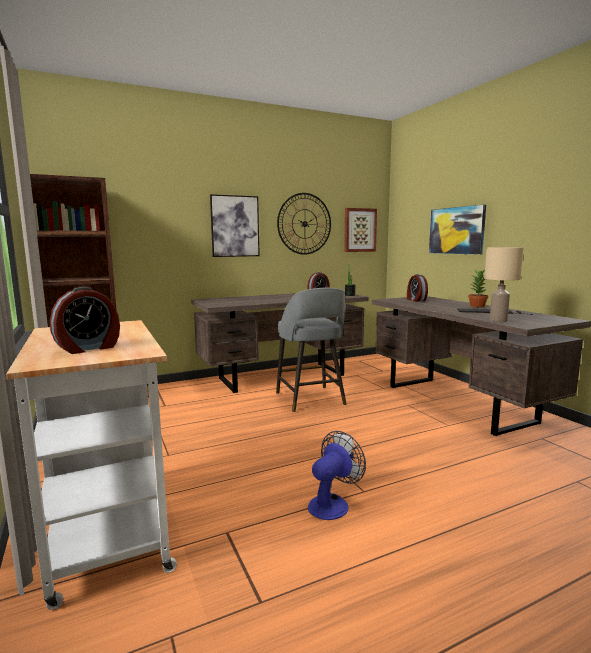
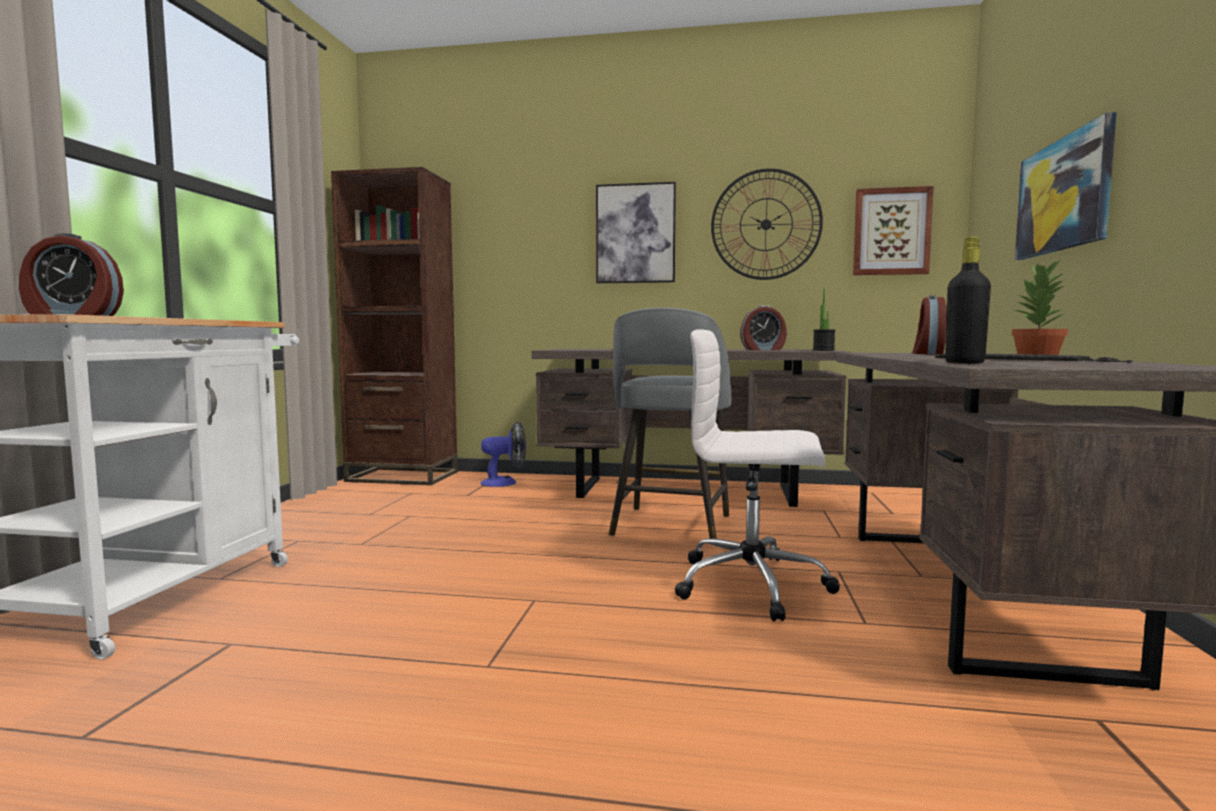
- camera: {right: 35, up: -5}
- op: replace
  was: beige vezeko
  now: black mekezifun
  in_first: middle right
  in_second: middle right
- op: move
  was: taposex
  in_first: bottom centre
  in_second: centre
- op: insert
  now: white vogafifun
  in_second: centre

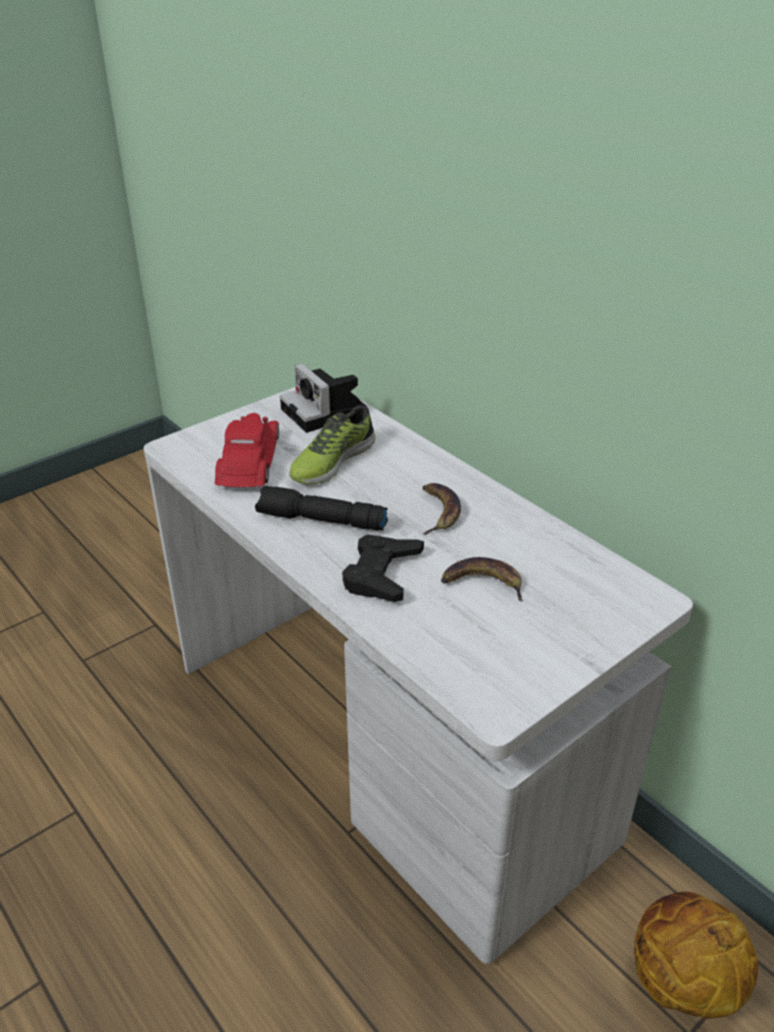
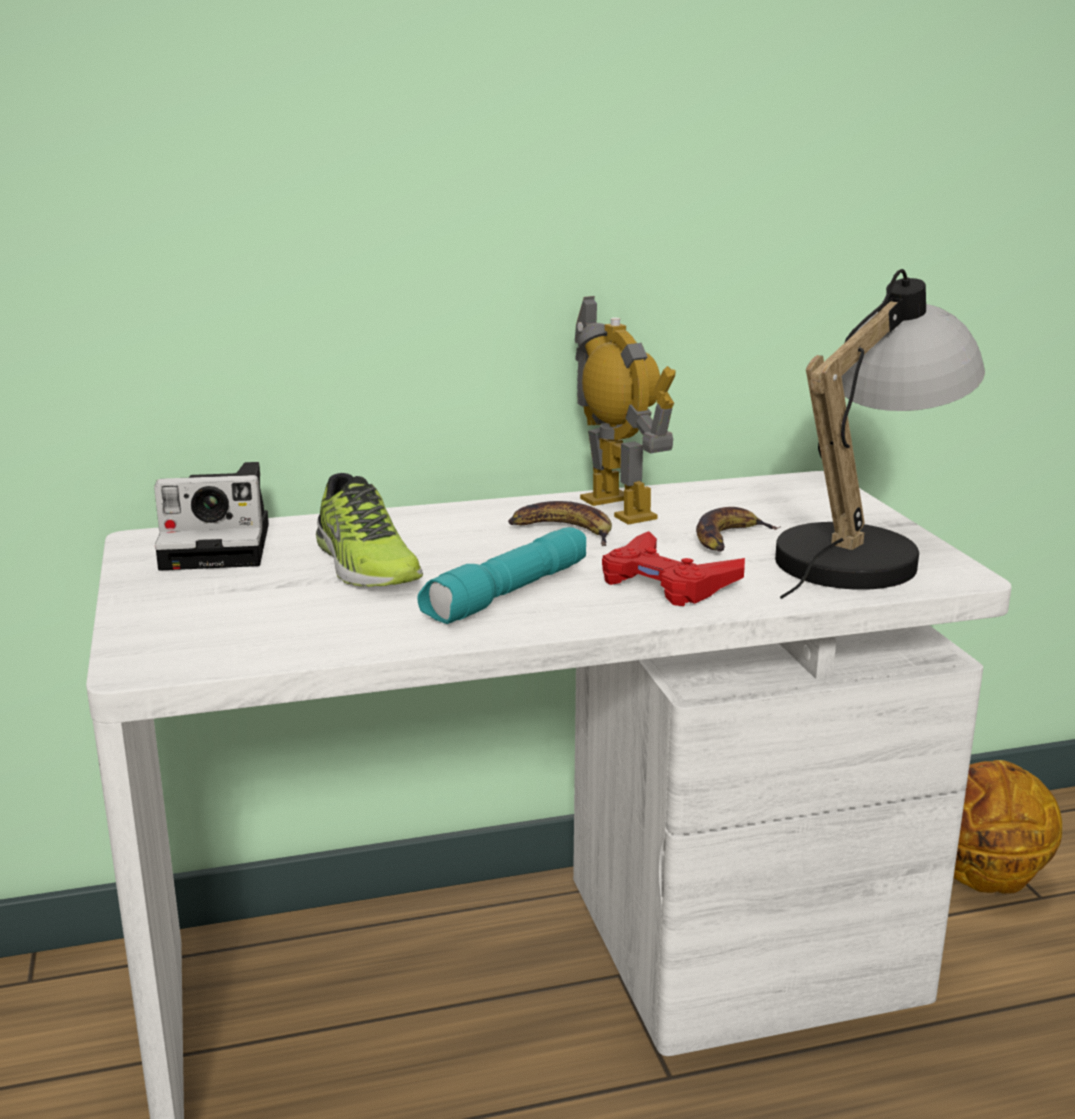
- camera: {right: -65, up: -15}
- op: delete
  was: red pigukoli
  in_first: middle left
- op: recolor
  was: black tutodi
  now: turquoise tutodi
  in_first: centre
  in_second: centre
- op: recolor
  was: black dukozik
  now: red dukozik
  in_first: centre
  in_second: centre
- op: insert
  now: vezeko
  in_second: middle right
- op: insert
  now: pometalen
  in_second: centre

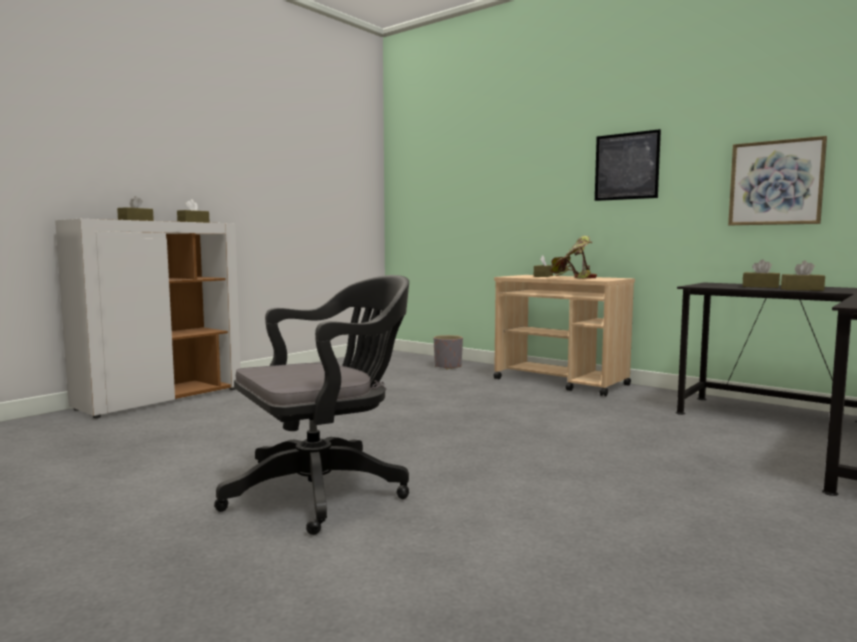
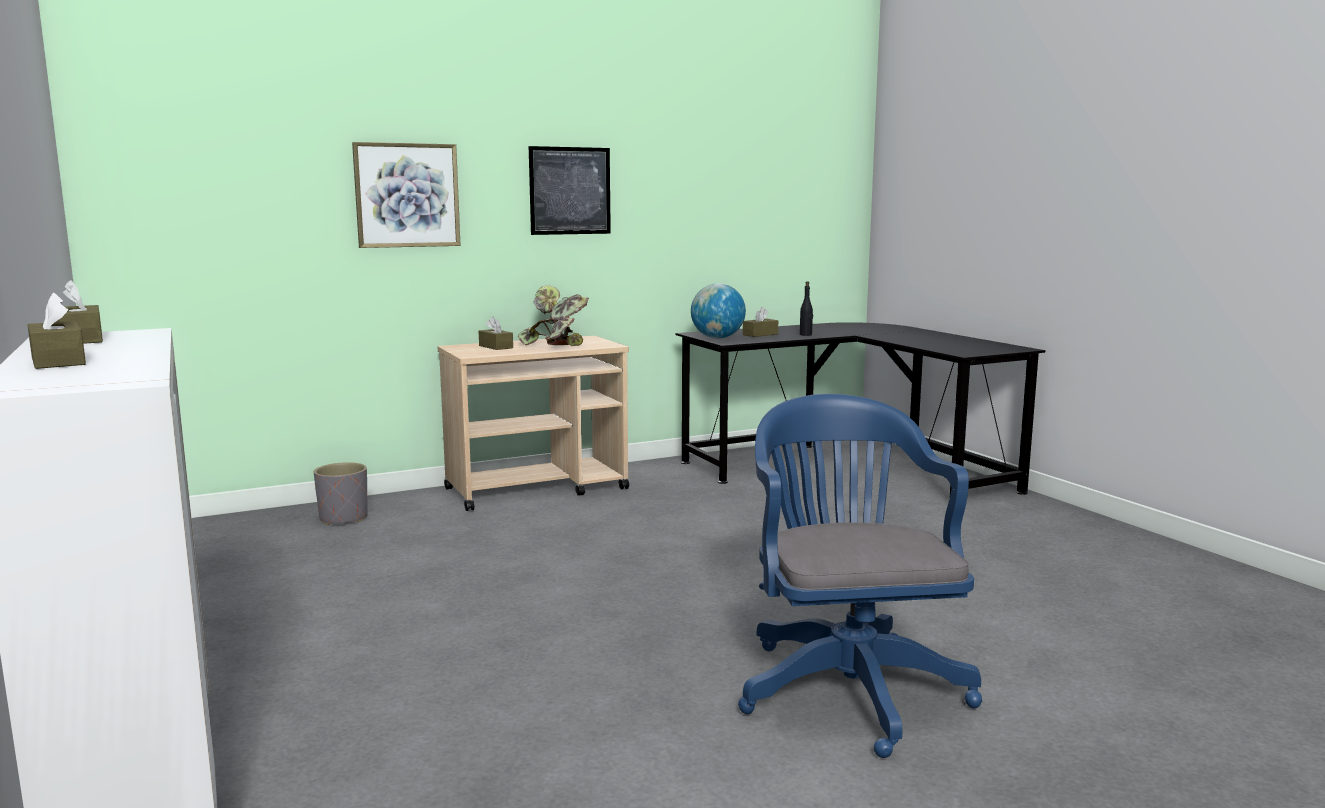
- camera: {right: -65, up: 5}
- op: move
  was: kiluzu (2nd from left in the first image)
  now: kiluzu (1st from left)
  in_first: top right
  in_second: top left
- op: replace
  was: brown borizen (5th from left)
  now: black mekezifun
  in_first: middle right
  in_second: centre
- op: recolor
  was: black vogafifun
  now: blue vogafifun
  in_first: centre
  in_second: bottom centre
- op: insert
  now: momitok
  in_second: centre

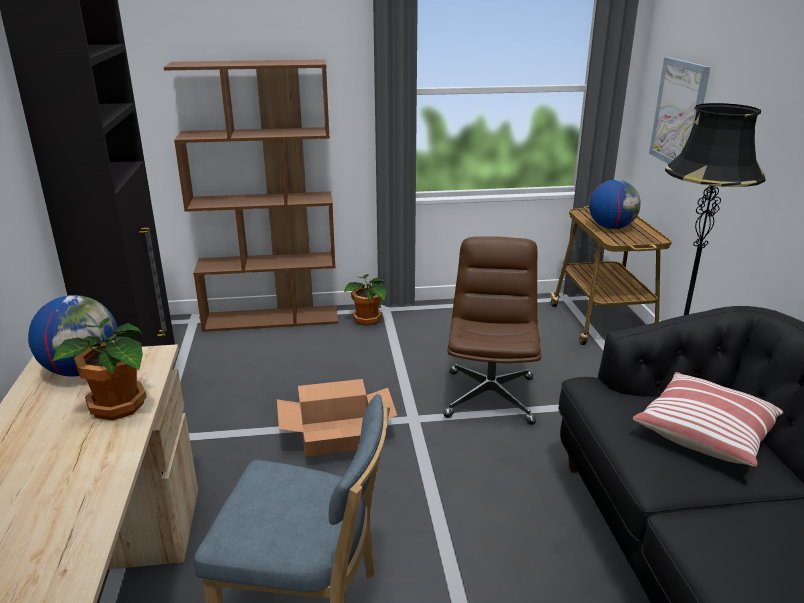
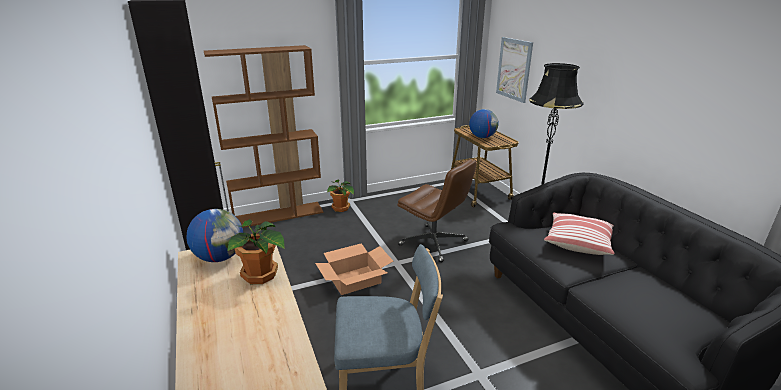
- camera: {right: -15, up: 0}
- op: rotate
  was: brown vogafifun
  in_first: centre
  in_second: centre
  clockwise: 135

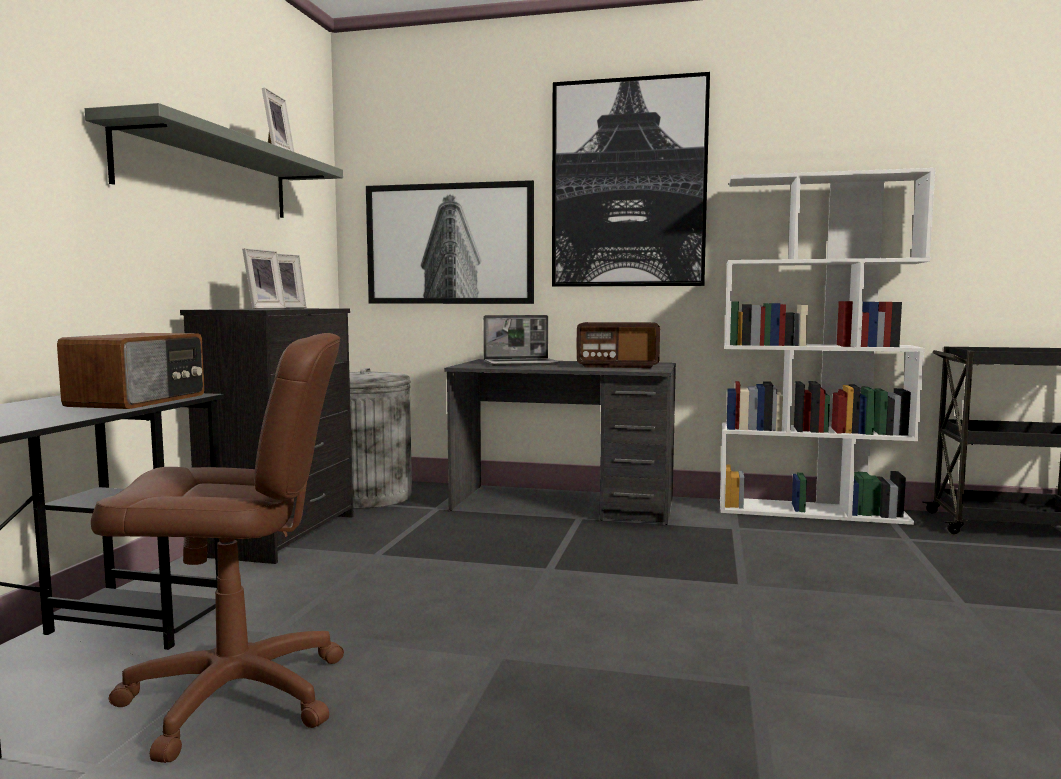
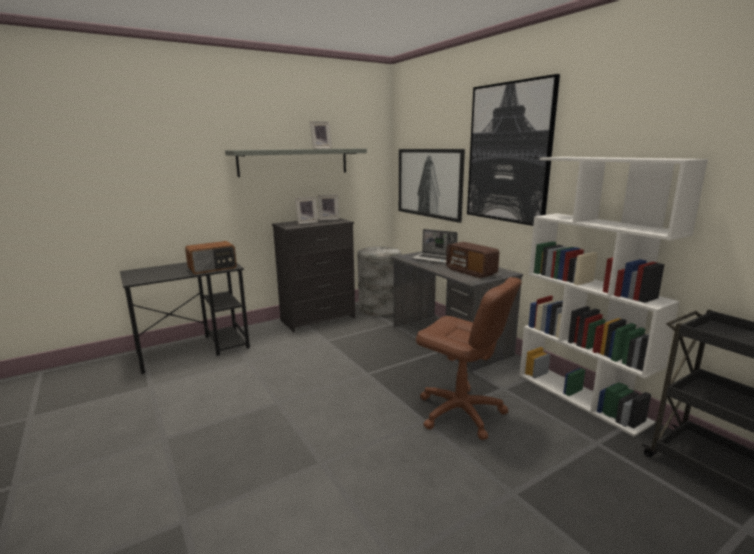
- camera: {right: 45, up: 10}
- op: move
  was: brown vogafifun
  in_first: bottom left
  in_second: centre

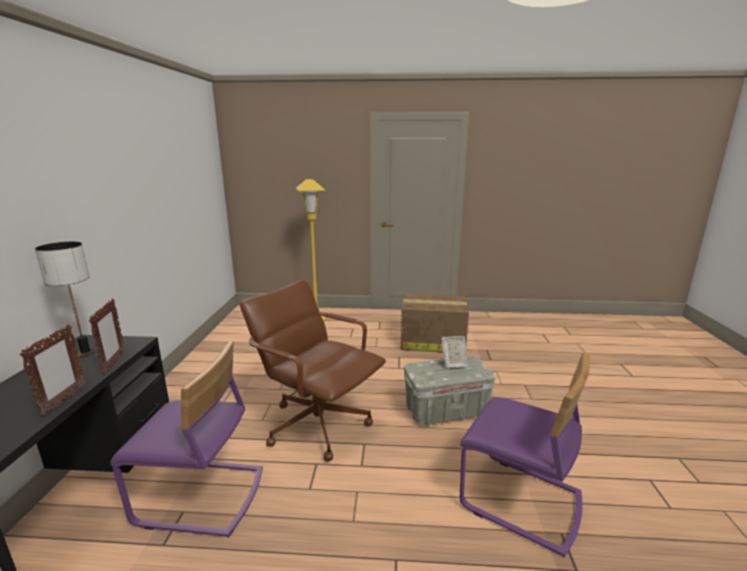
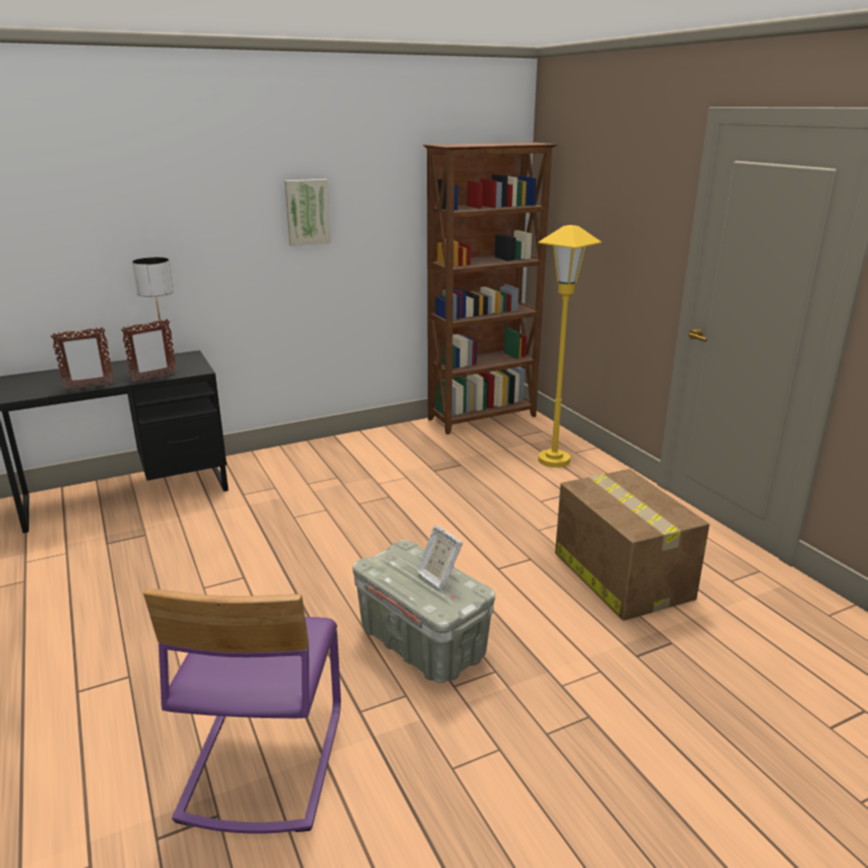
- camera: {right: 60, up: 5}
- op: delete
  was: brown vogafifun
  in_first: centre
- op: delete
  was: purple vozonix (1st from left)
  in_first: bottom left
- op: insert
  now: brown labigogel
  in_second: top centre
- op: insert
  now: kiluzu
  in_second: top centre

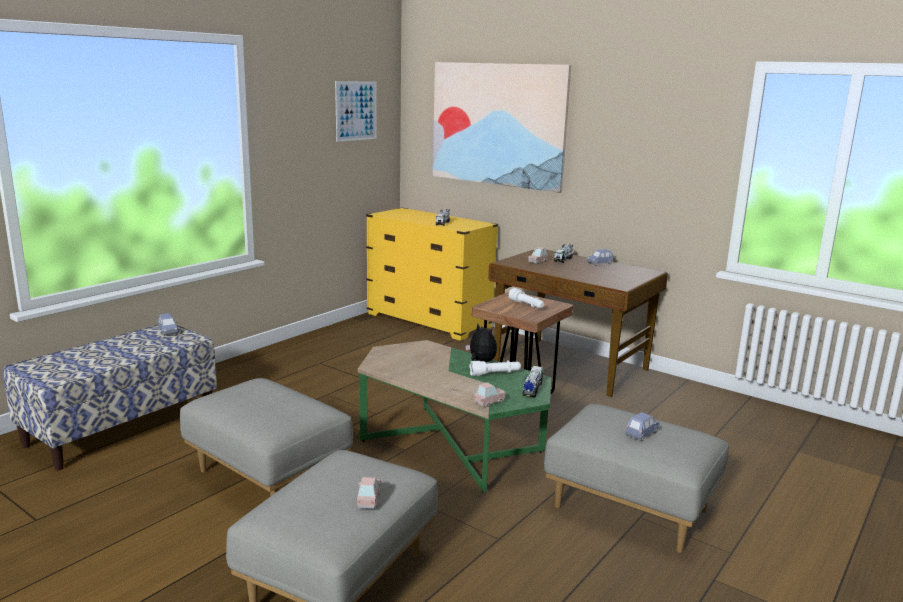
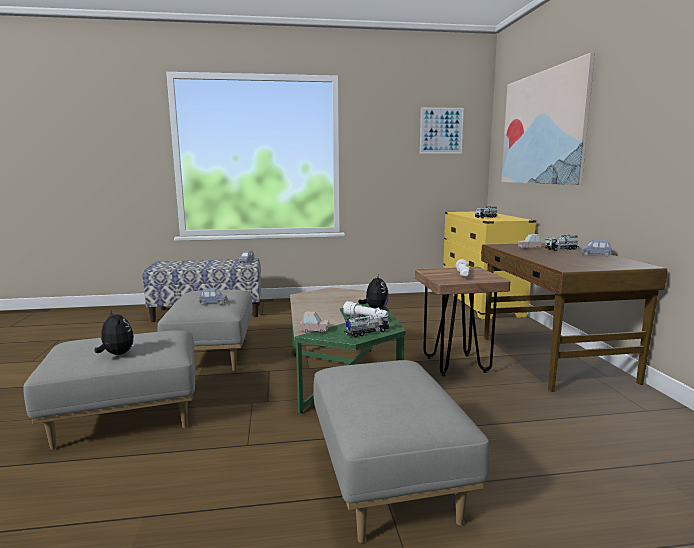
- camera: {right: 45, up: -5}
- op: move
  was: blue pigukoli (3rd from left in the first image)
  now: blue pigukoli (1st from left)
  in_first: bottom right
  in_second: middle left
- op: replace
  was: pink pigukoli (1st from left)
  now: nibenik (1st from left)
  in_first: bottom centre
  in_second: middle left

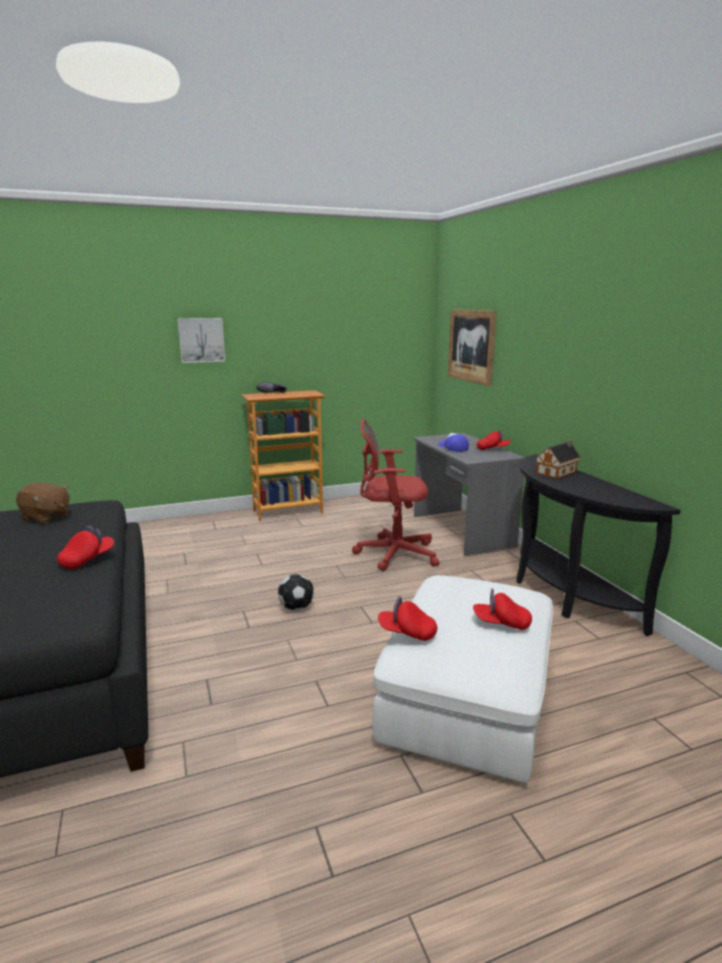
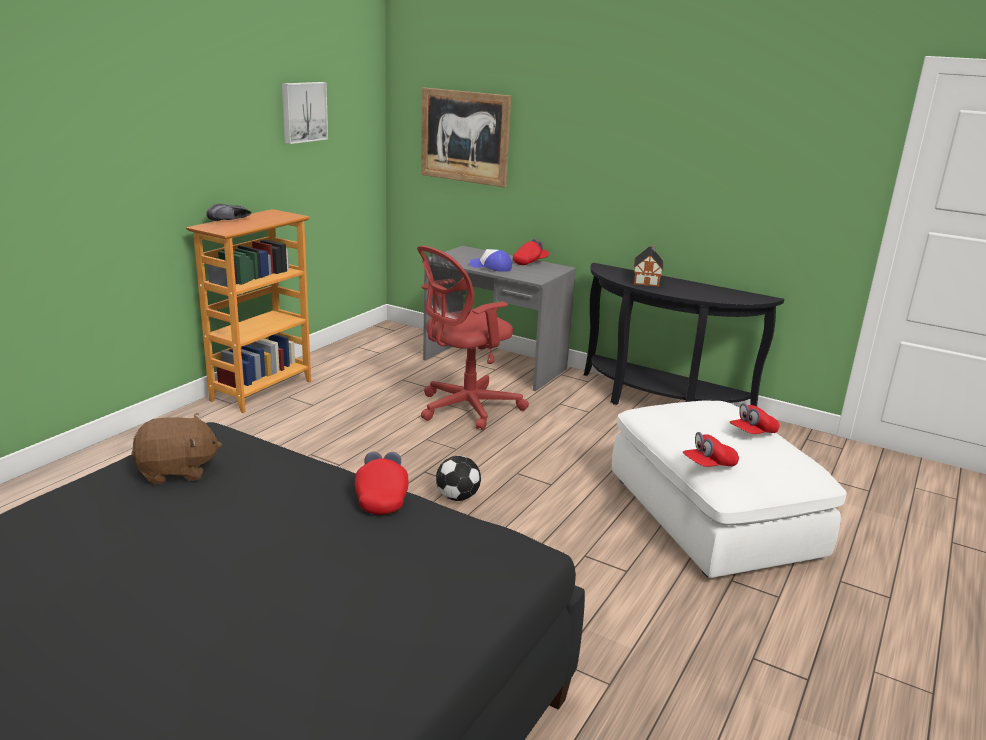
- camera: {right: -40, up: 5}
- op: move
  was: kiluzu (1st from left)
  in_first: middle left
  in_second: top left

